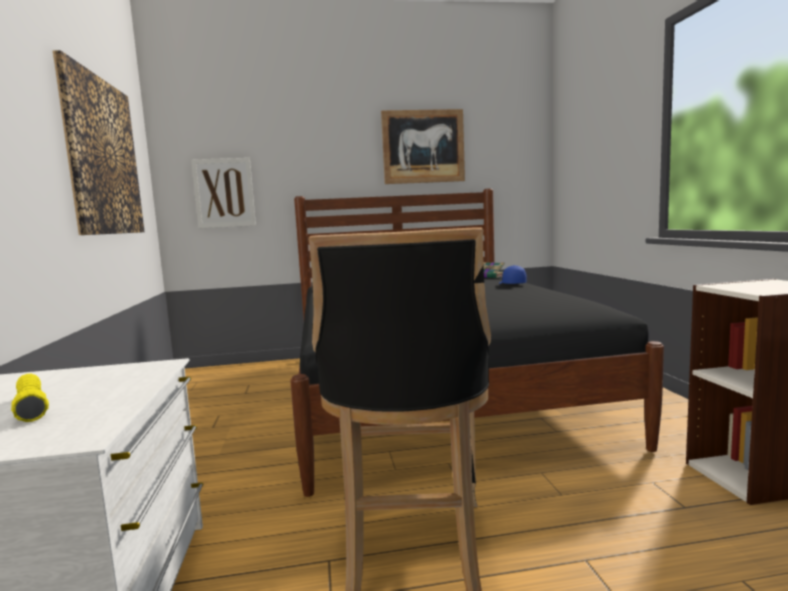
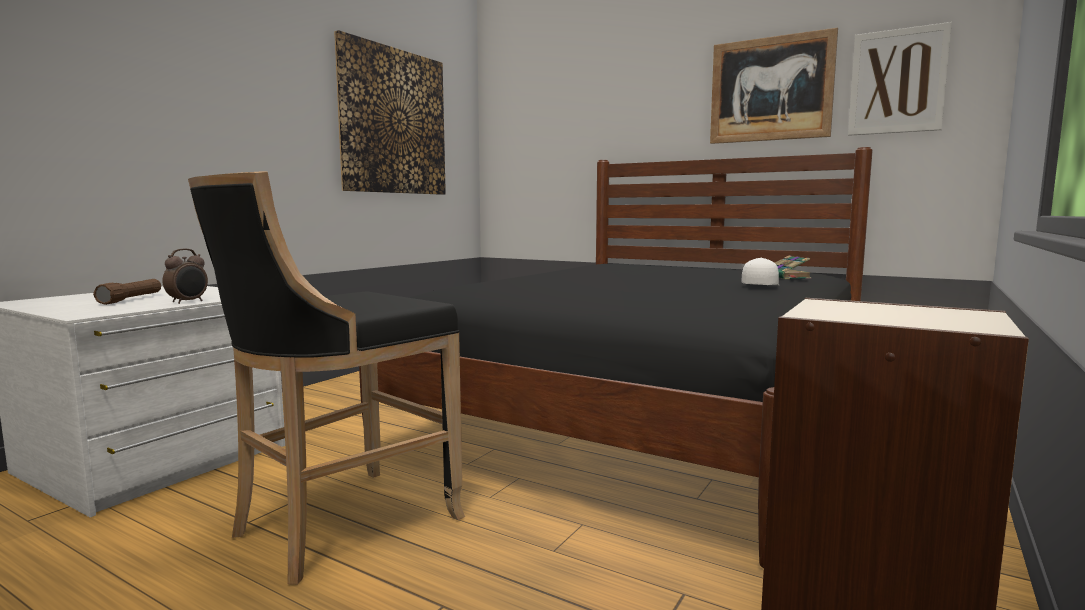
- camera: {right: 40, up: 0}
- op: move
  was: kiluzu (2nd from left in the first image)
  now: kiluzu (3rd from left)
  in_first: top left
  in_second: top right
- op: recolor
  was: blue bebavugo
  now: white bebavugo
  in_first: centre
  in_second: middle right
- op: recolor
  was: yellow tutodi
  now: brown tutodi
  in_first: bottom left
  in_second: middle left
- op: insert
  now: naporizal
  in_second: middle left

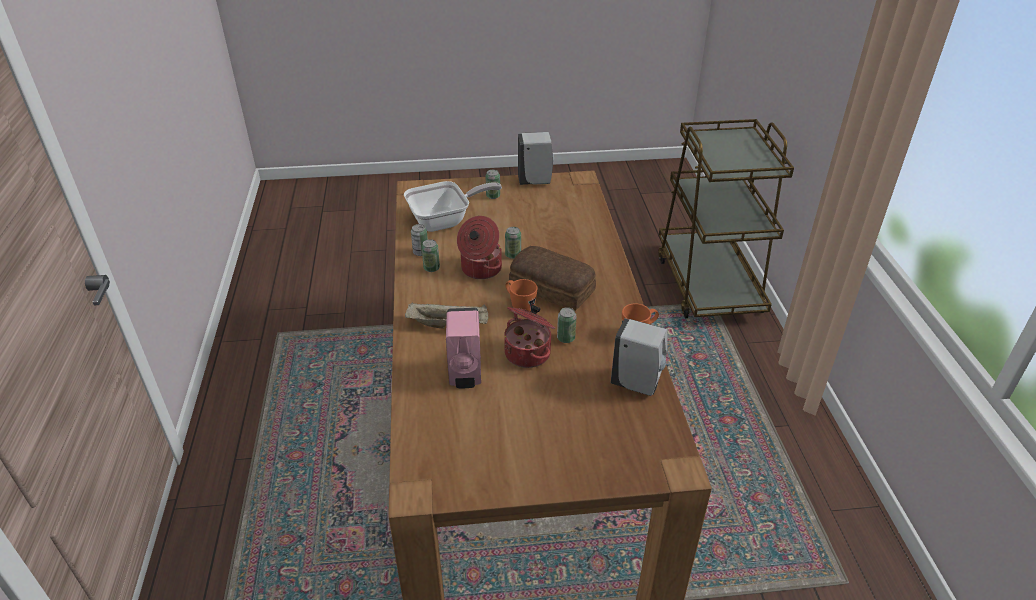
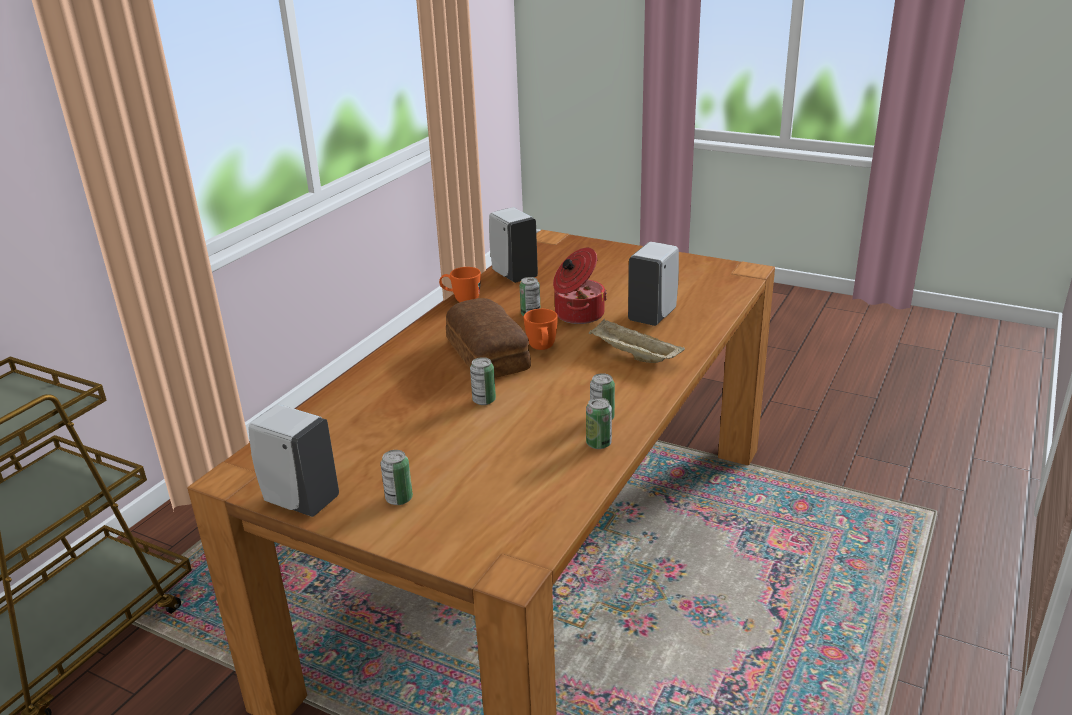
- camera: {right: -145, up: -10}
- op: delete
  was: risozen
  in_first: centre
- op: delete
  was: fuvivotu (1st from left)
  in_first: centre
- op: recolor
  was: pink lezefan
  now: white lezefan (3rd from left)
  in_first: centre
  in_second: centre

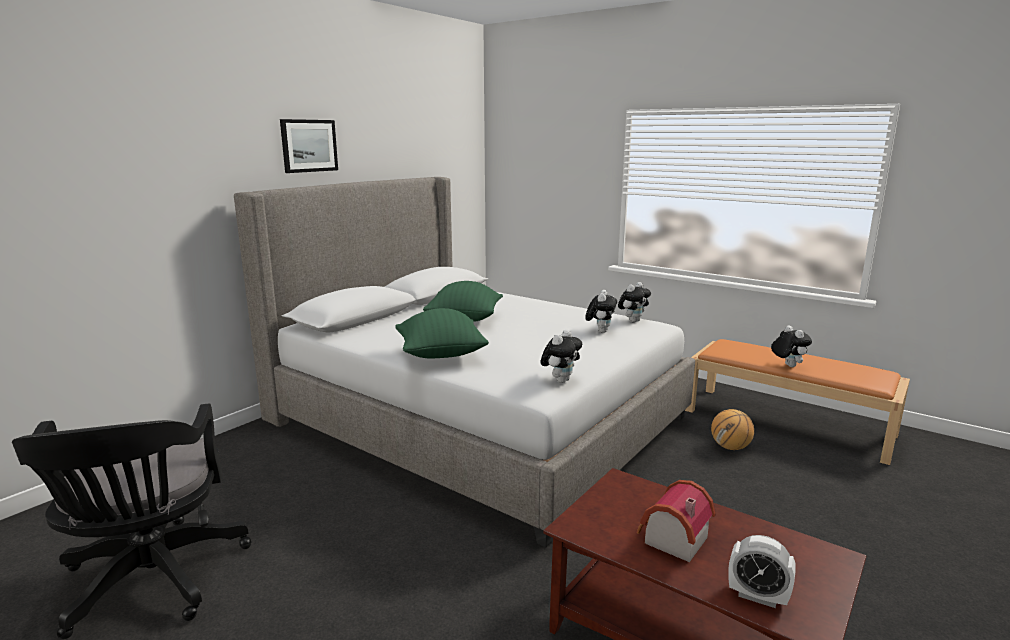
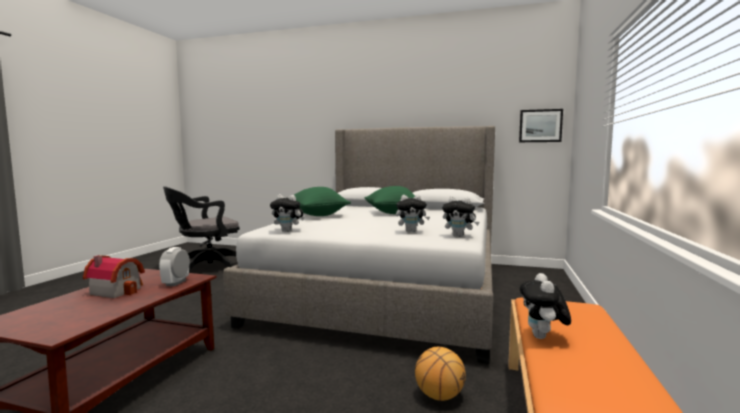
- camera: {right: 70, up: -10}
- op: move
  was: kiluzu
  in_first: top left
  in_second: top right
- op: rotate
  was: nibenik (4th from left)
  in_first: middle right
  in_second: bottom right
  clockwise: 135
- op: move
  was: naporizal
  in_first: bottom right
  in_second: middle left

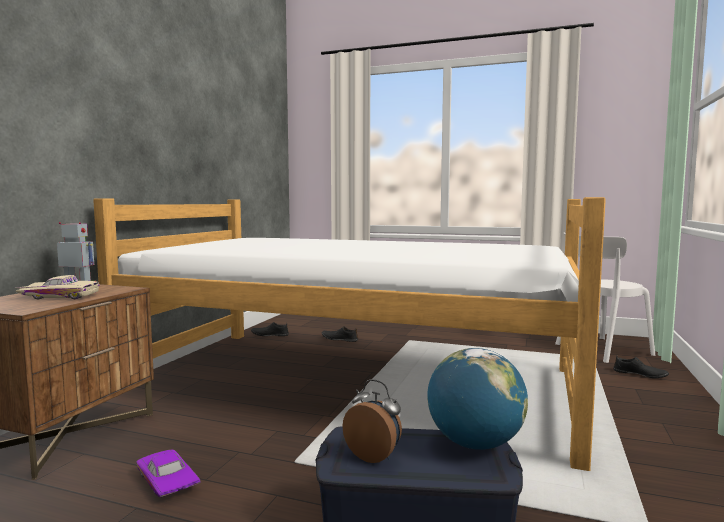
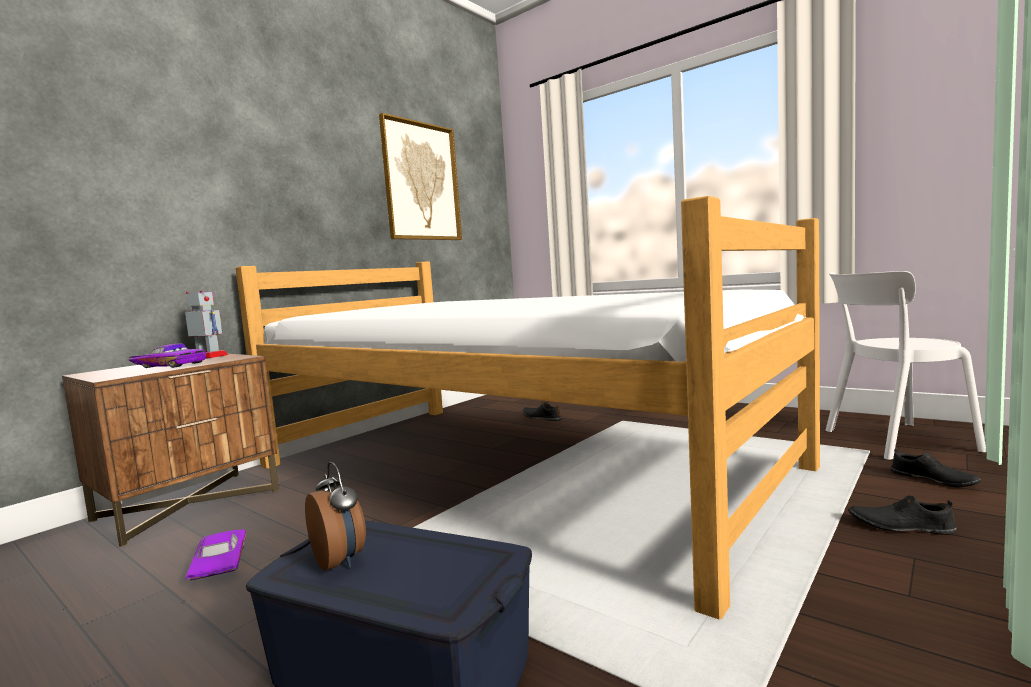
- camera: {right: 20, up: 0}
- op: recolor
  was: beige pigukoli
  now: purple pigukoli (1st from left)
  in_first: middle left
  in_second: middle left
- op: move
  was: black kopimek (1st from left in the first image)
  now: black kopimek (2nd from left)
  in_first: centre
  in_second: bottom right
- op: delete
  was: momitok
  in_first: bottom centre
- op: insert
  now: kiluzu
  in_second: top centre

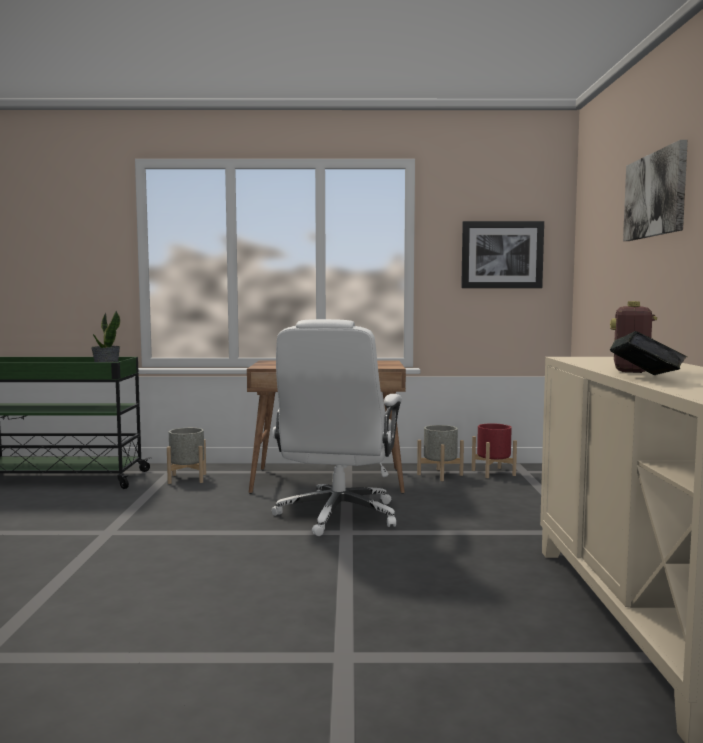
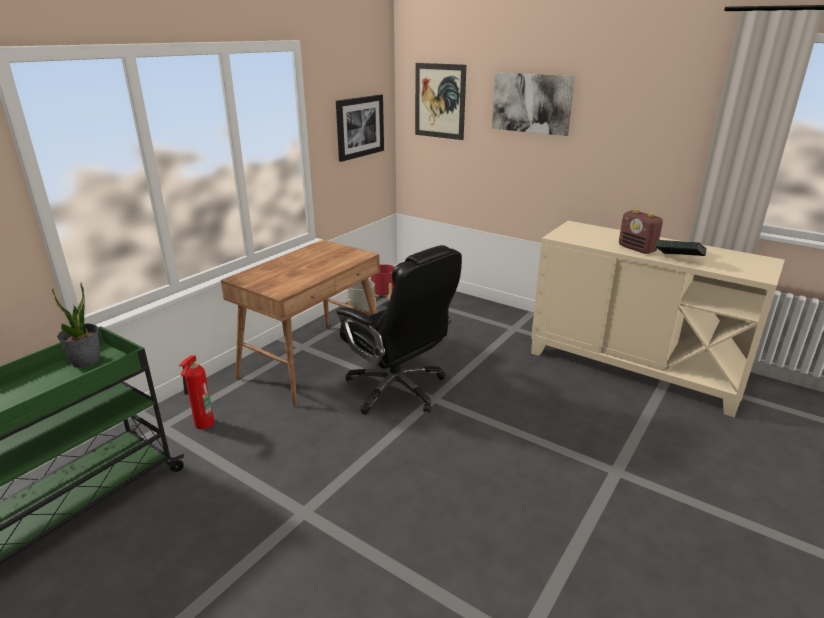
- camera: {right: -55, up: 20}
- op: recolor
  was: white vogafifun
  now: black vogafifun
  in_first: centre
  in_second: centre
- op: replace
  was: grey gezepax (1st from left)
  now: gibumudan
  in_first: middle left
  in_second: middle left
- op: insert
  now: kiluzu (2nd from left)
  in_second: top centre

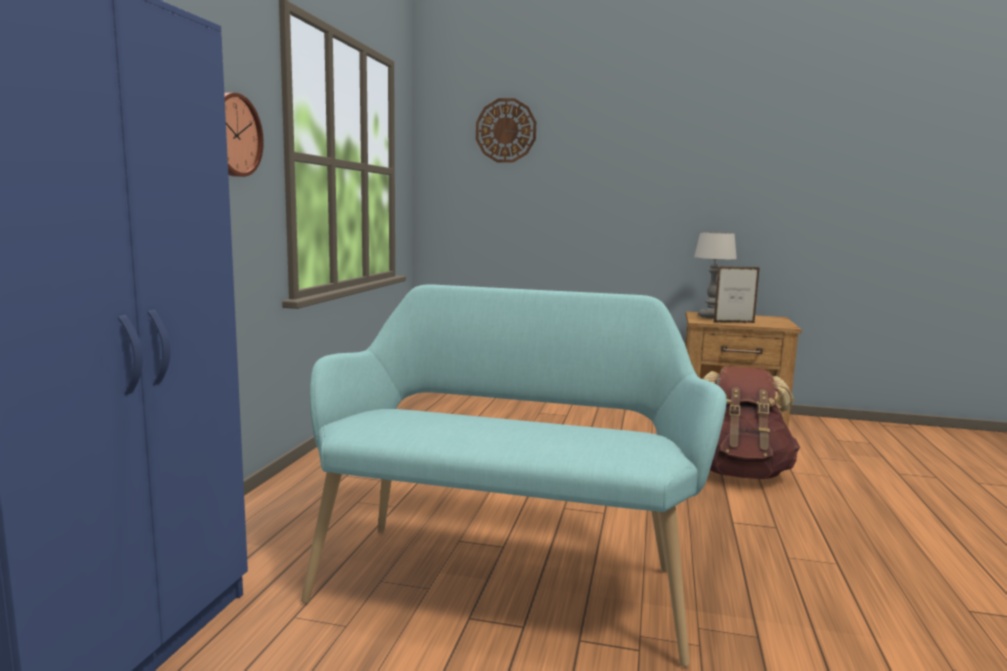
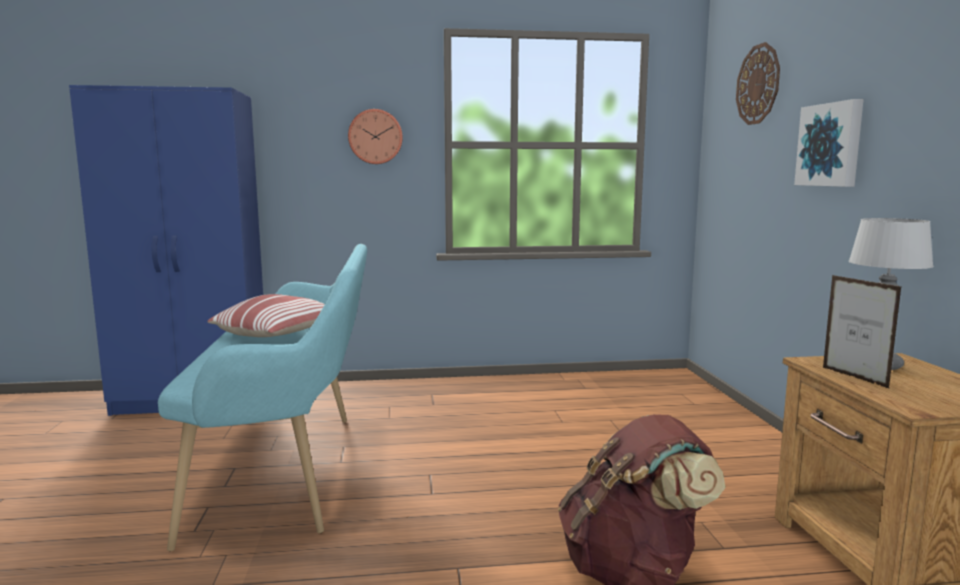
- camera: {right: 70, up: 0}
- op: insert
  now: kiluzu
  in_second: top right
- op: insert
  now: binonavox
  in_second: middle left

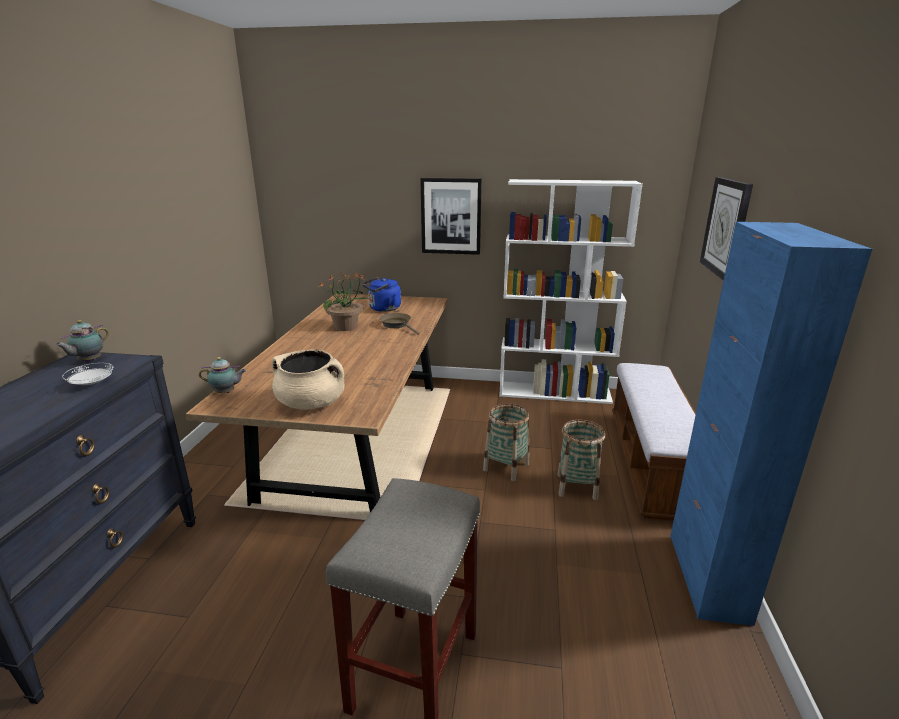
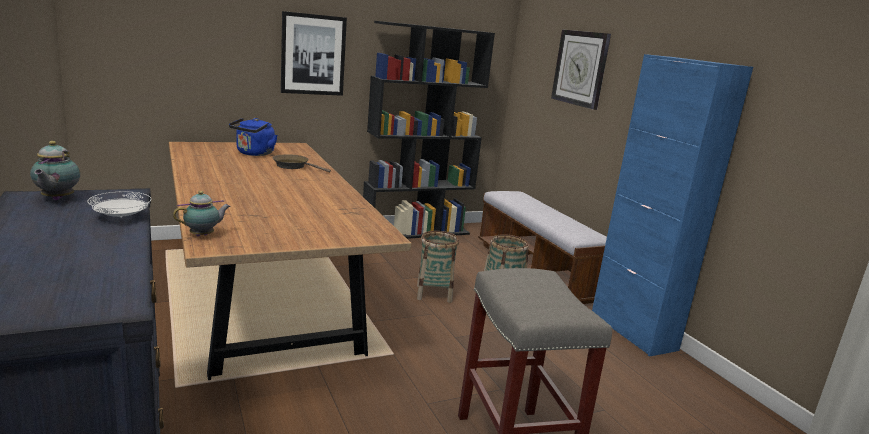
- camera: {right: -35, up: -5}
- op: recolor
  was: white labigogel
  now: black labigogel
  in_first: centre
  in_second: top centre
- op: delete
  was: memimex
  in_first: centre
- op: delete
  was: beige fuvivotu
  in_first: centre

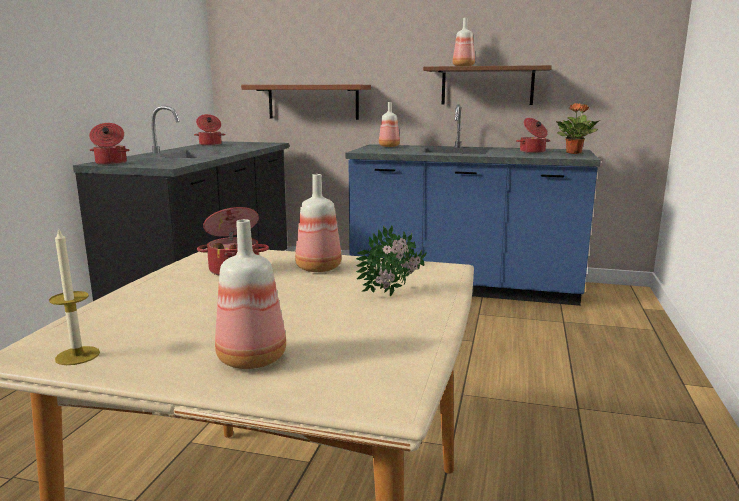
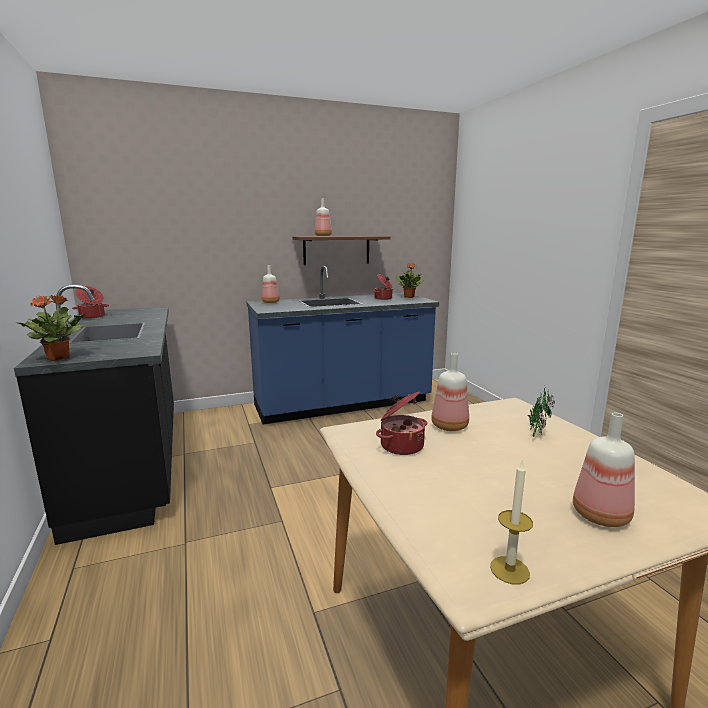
- camera: {right: -35, up: 0}
- op: delete
  was: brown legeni (1st from left)
  in_first: top centre
- op: replace
  was: fuvivotu (1st from left)
  now: memimex (1st from left)
  in_first: top left
  in_second: middle left

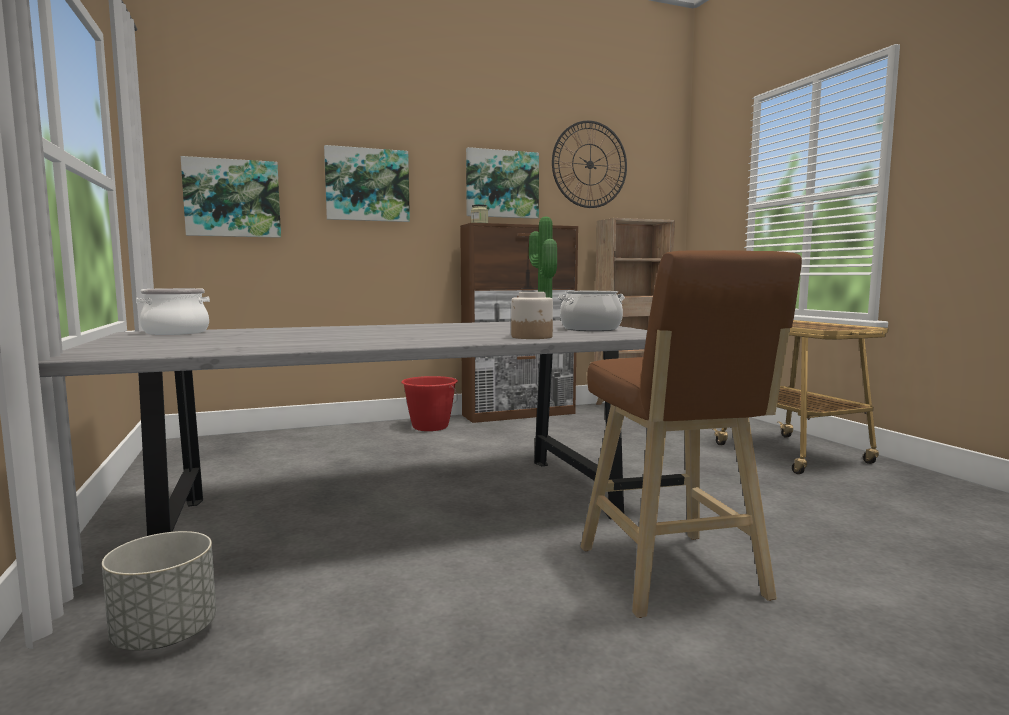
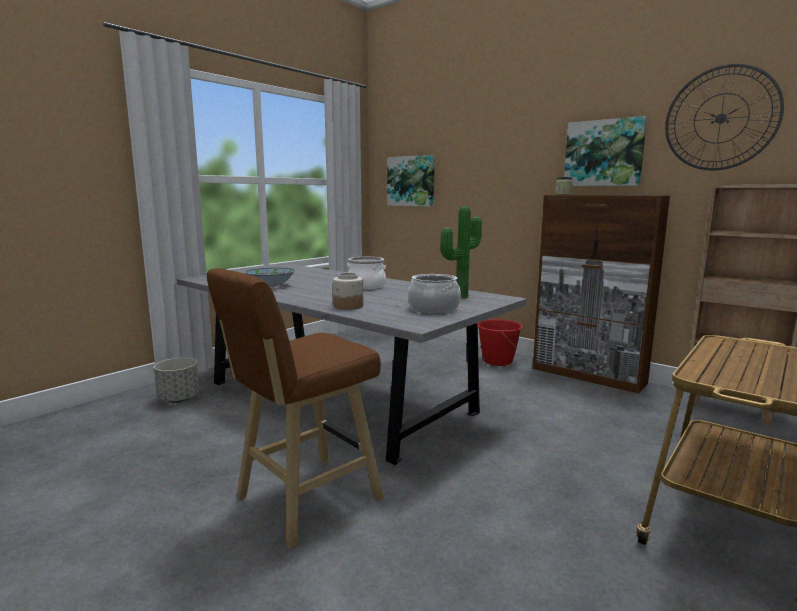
- camera: {right: 60, up: 5}
- op: delete
  was: kiluzu (2nd from left)
  in_first: top centre
- op: move
  was: fuvivotu (1st from left)
  in_first: middle left
  in_second: centre
- op: insert
  now: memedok
  in_second: centre

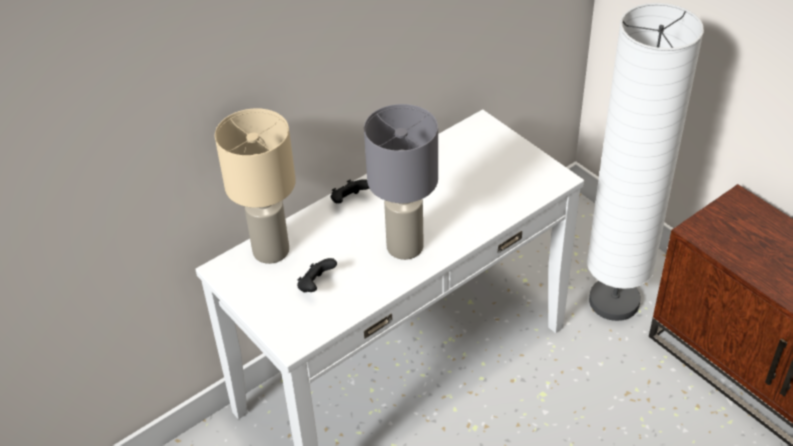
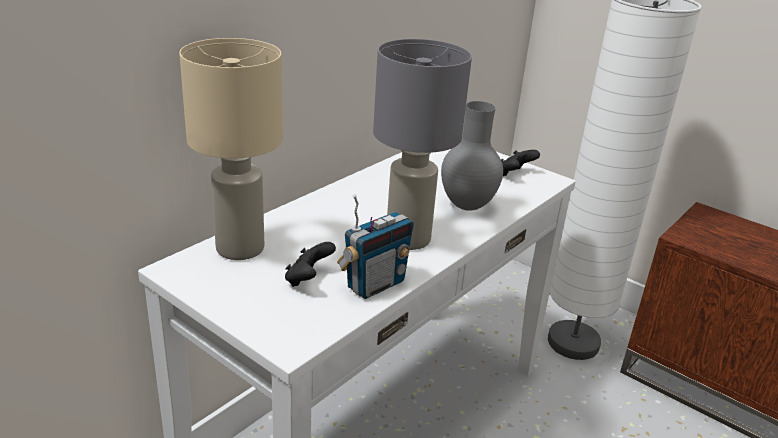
- camera: {right: -15, up: -15}
- op: move
  was: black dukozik (2nd from left)
  in_first: centre
  in_second: middle right
- op: insert
  now: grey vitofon
  in_second: centre
- op: insert
  now: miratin
  in_second: centre

